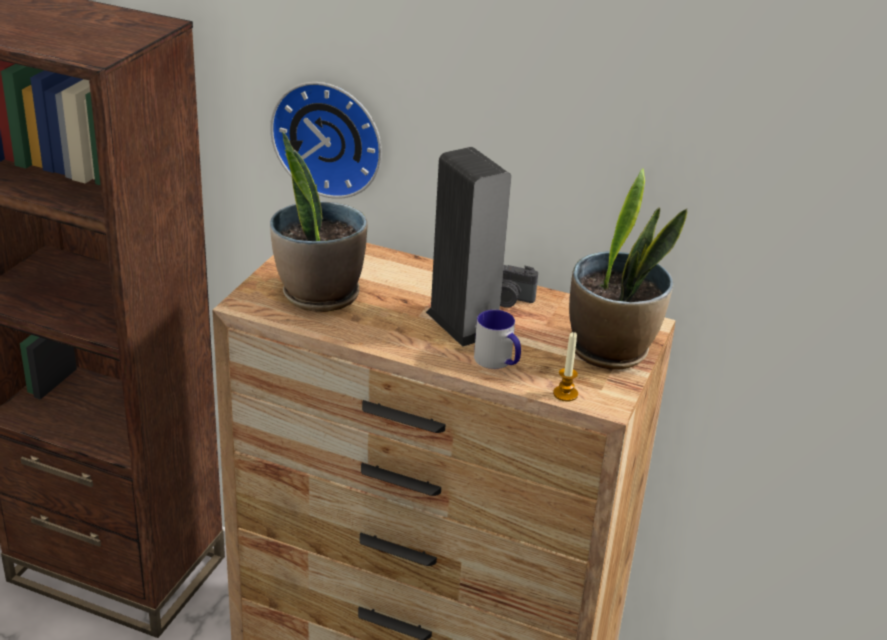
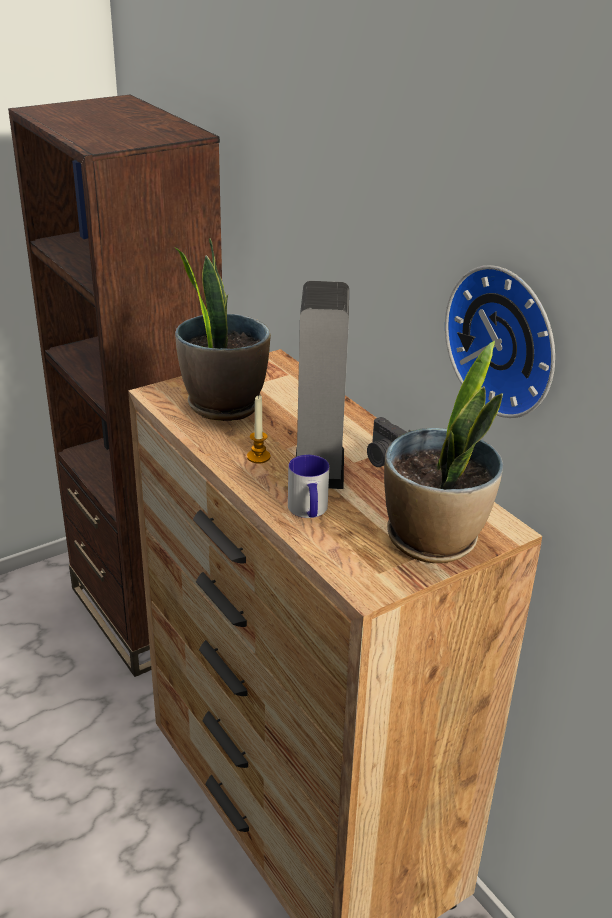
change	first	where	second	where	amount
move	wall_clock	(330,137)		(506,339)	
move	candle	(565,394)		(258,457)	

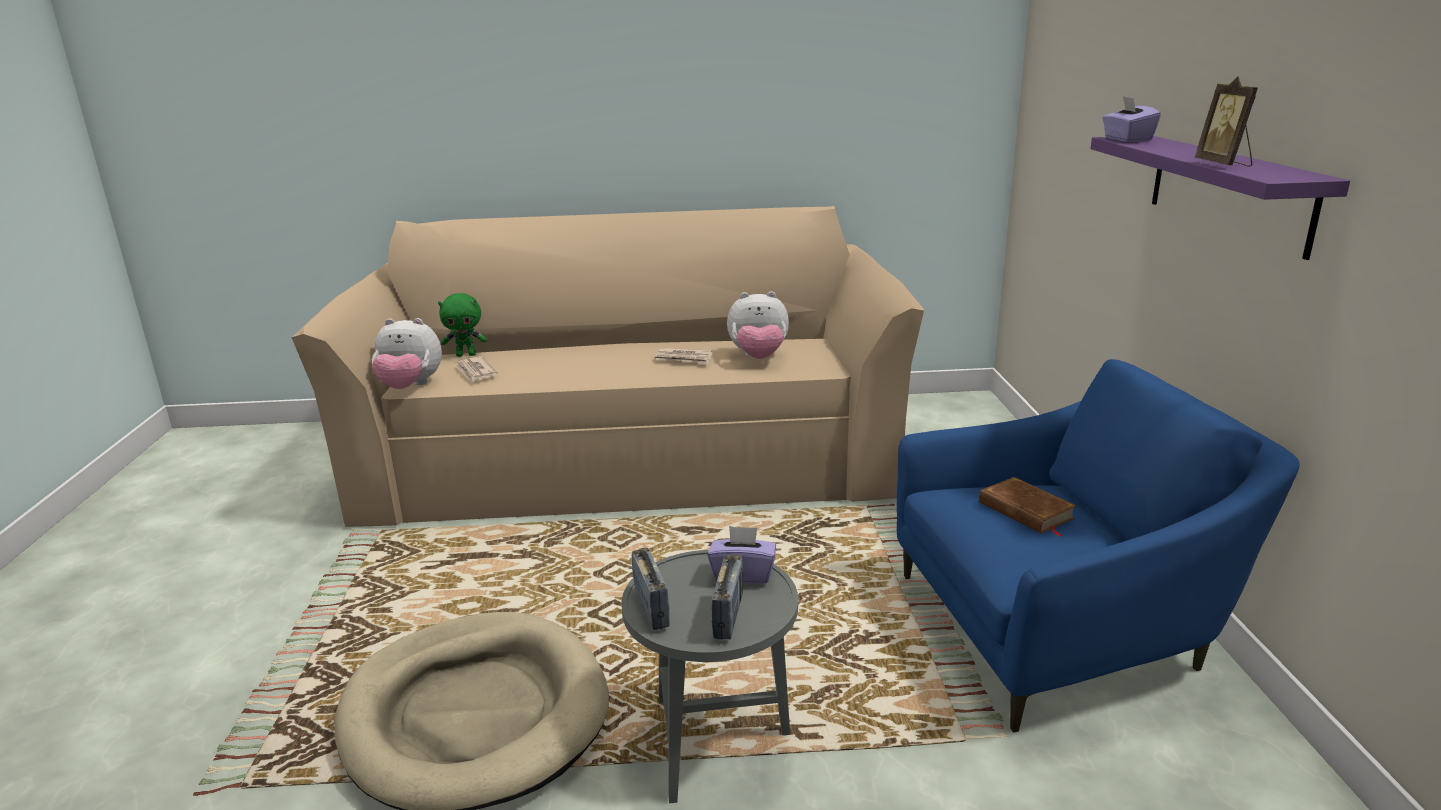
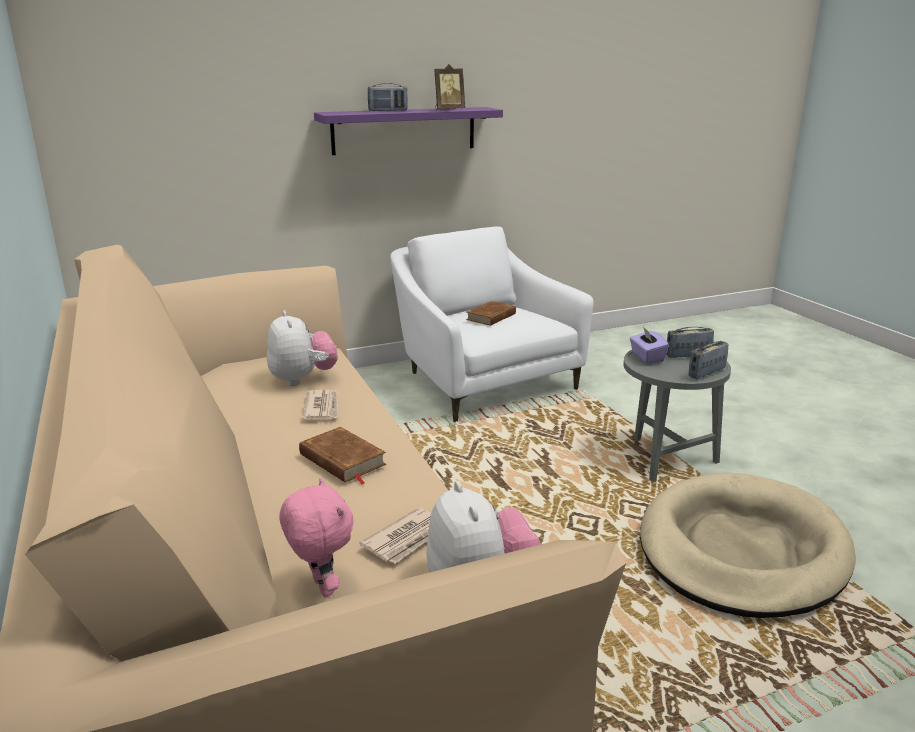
change	first	where	second	where	amount
delete	purple_tissue_box	(1127,139)			
recolor	green_plush_toy	(466,355)	pink_plush_toy	(320,587)	
recolor	blue_armchair	(1059,628)	white_armchair	(481,380)	
insert			radio	(388,110)	
insert			brown_book	(342,460)	

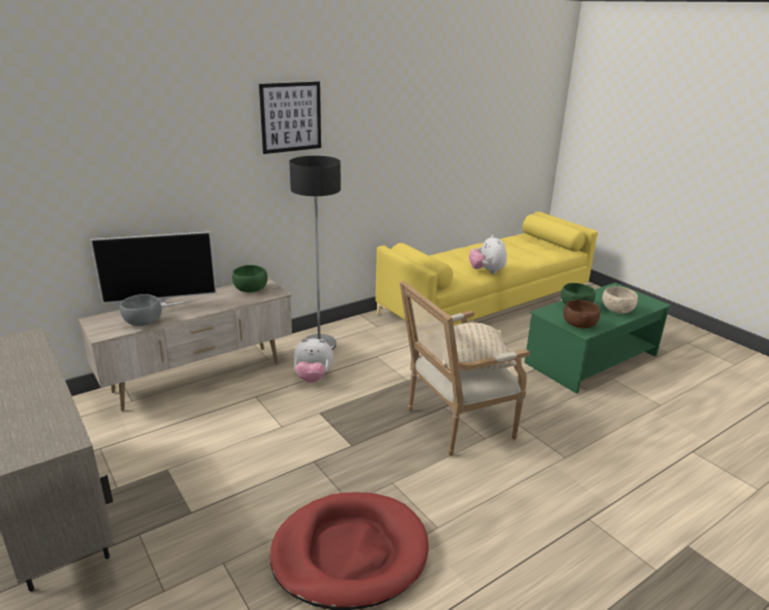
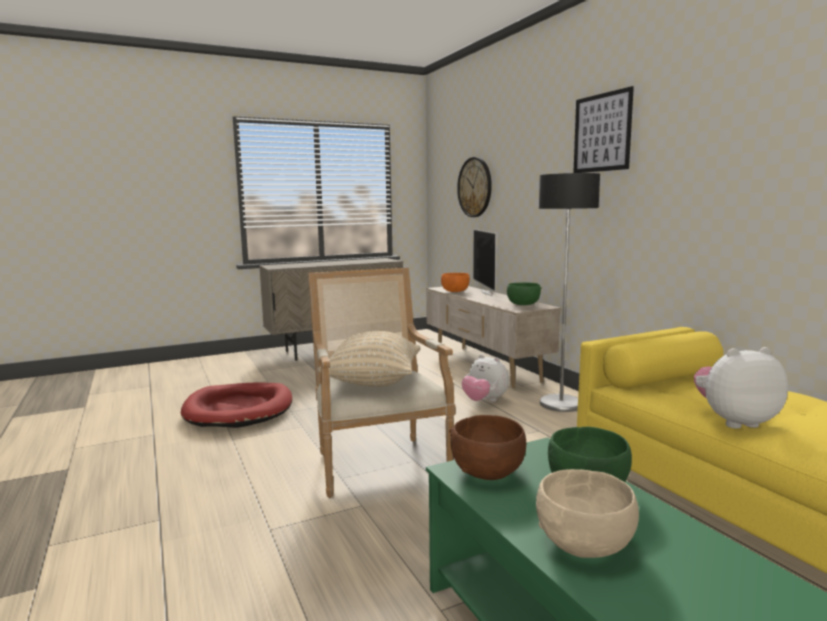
change	first	where	second	where	amount
recolor	grey_bowl	(143,322)	orange_bowl	(455,291)	
rotate	plush_toy	(313,378)		(484,401)	60 degrees counterclockwise
insert			wall_clock	(475,187)	

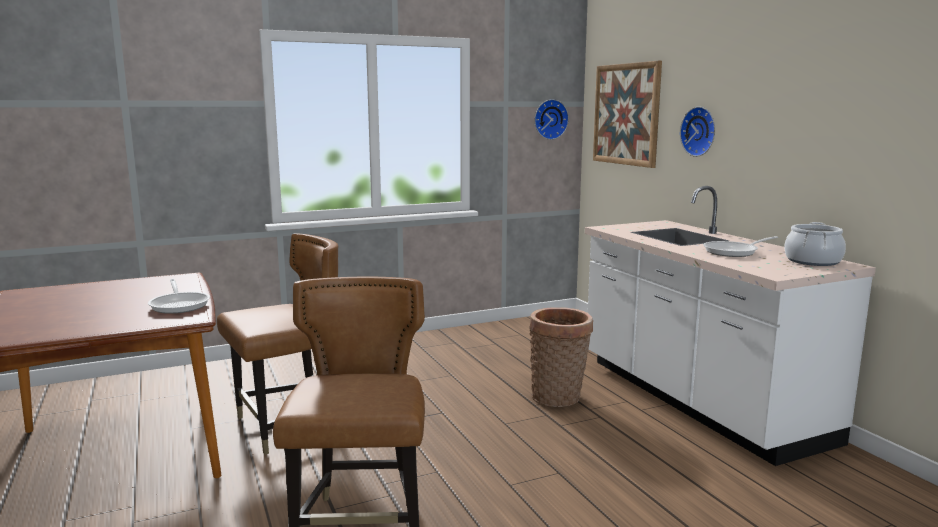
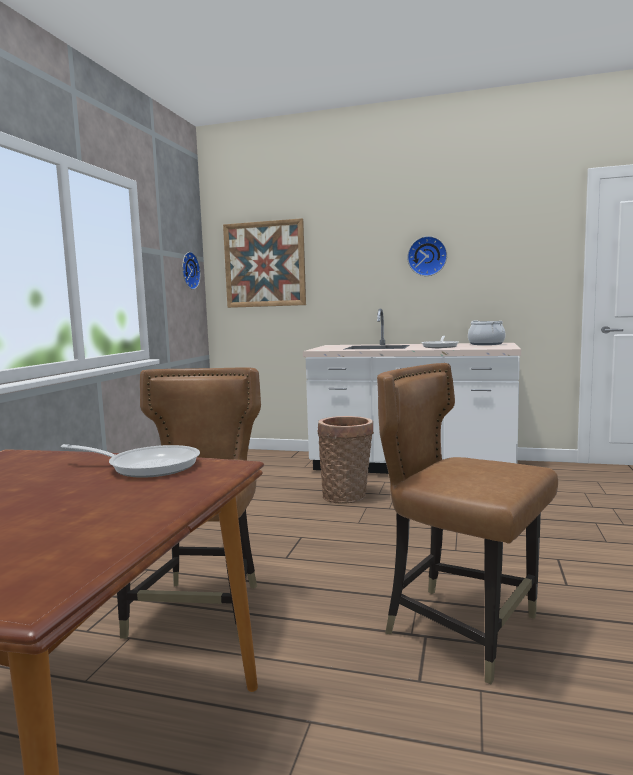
change	first	where	second	where	amount
move	wall_clock	(700,131)		(427,256)	

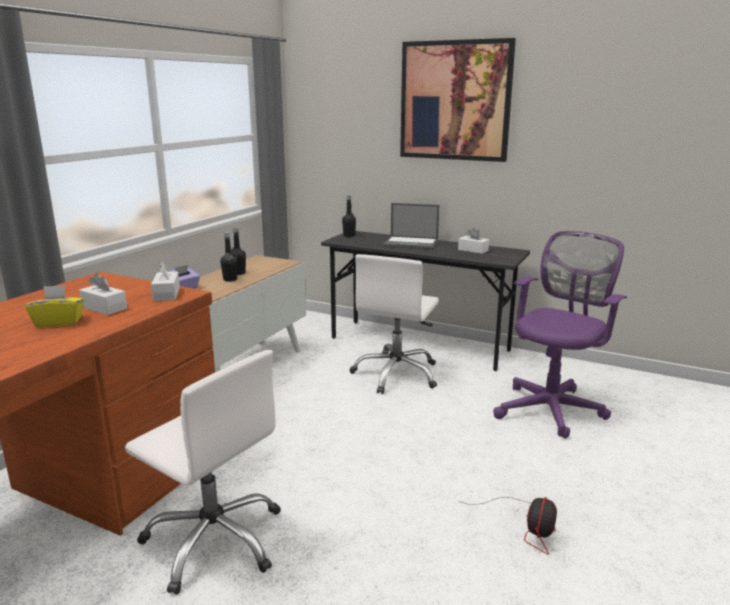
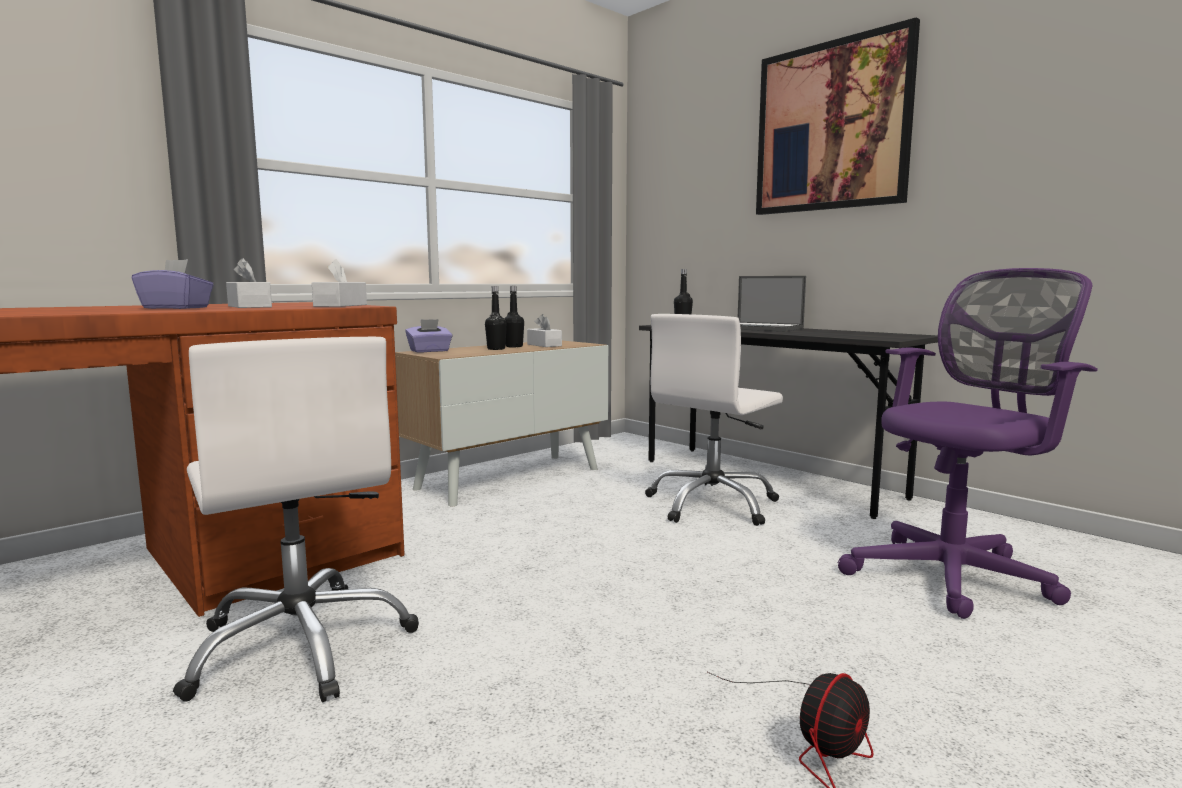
change	first	where	second	where	amount
move	white_tissue_box	(473,250)		(544,345)	
recolor	yellow_tissue_box	(59,322)	purple_tissue_box	(176,308)	

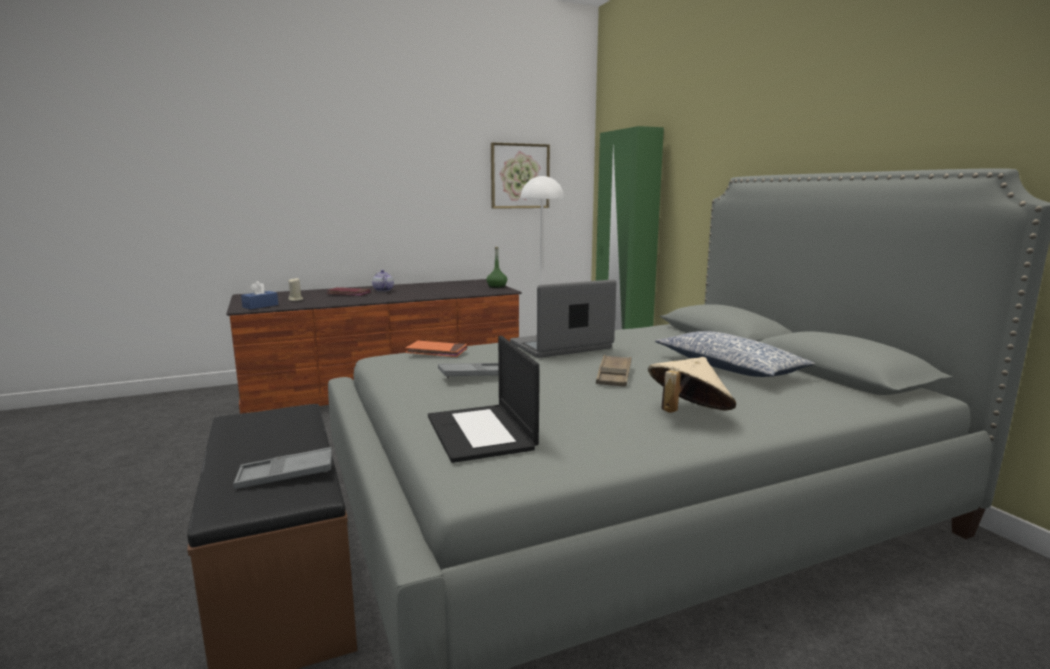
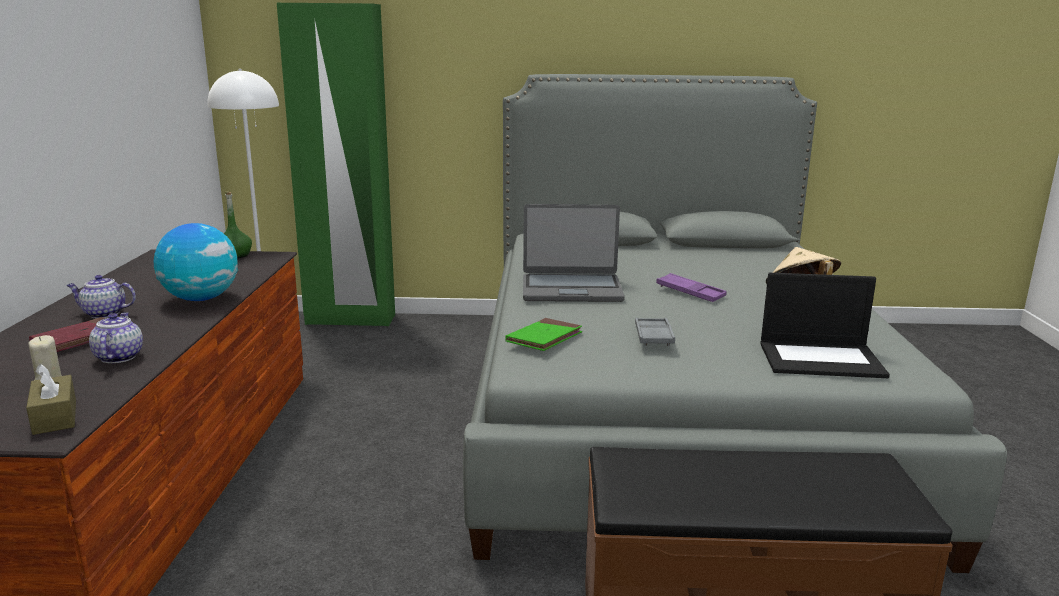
change	first	where	second	where	amount
delete	picture	(520,176)			
rotate	laptop	(561,346)		(571,289)	90 degrees counterclockwise
recolor	blue_tissue_box	(260,306)	brown_tissue_box	(55,417)	
delete	pillow	(728,367)			
recolor	orange_book	(436,352)	green_book	(544,338)	
recolor	brown_tray	(614,376)	purple_tray	(690,292)	
delete	grey_tray	(286,475)			
insert			globe	(201,299)	
insert			teapot	(118,357)	

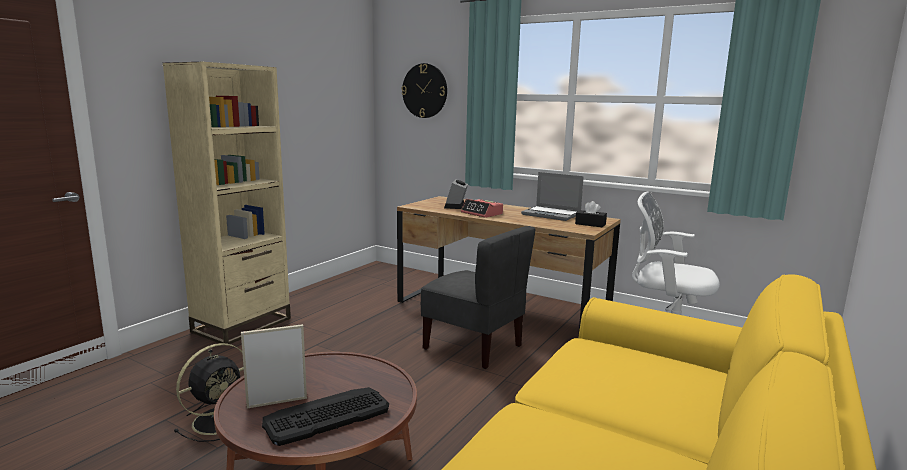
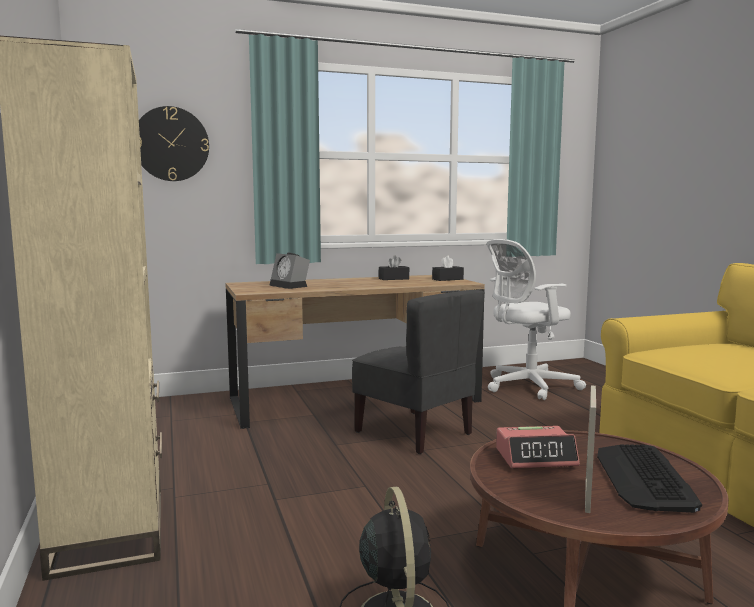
change	first	where	second	where	amount
replace	laptop	(552,214)	black_tissue_box	(393,279)	
move	alarm_clock	(482,213)		(536,457)	
rotate	grey_chair	(474,347)		(415,433)	60 degrees clockwise

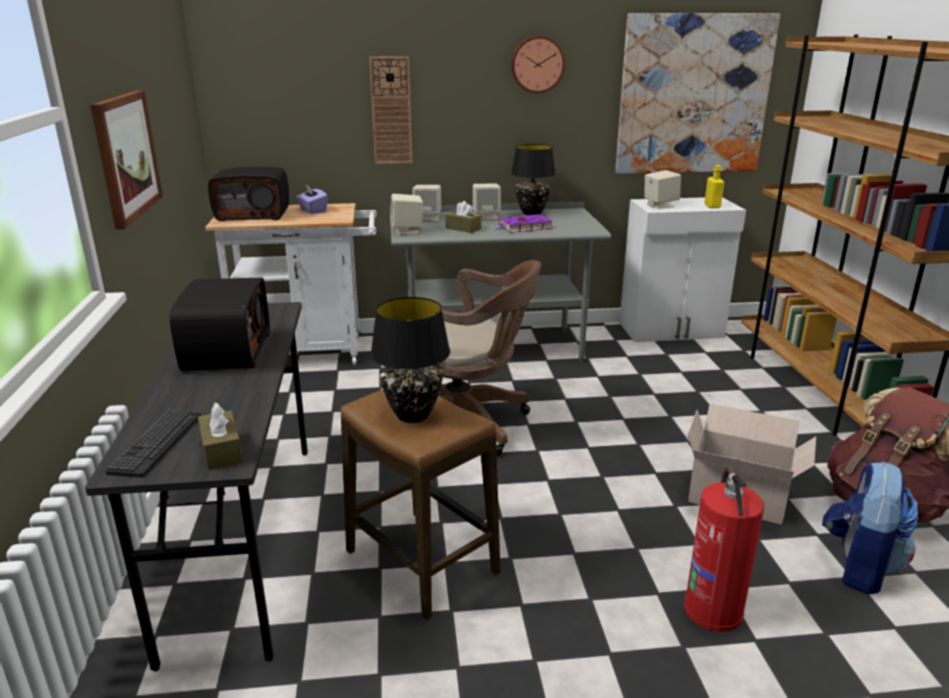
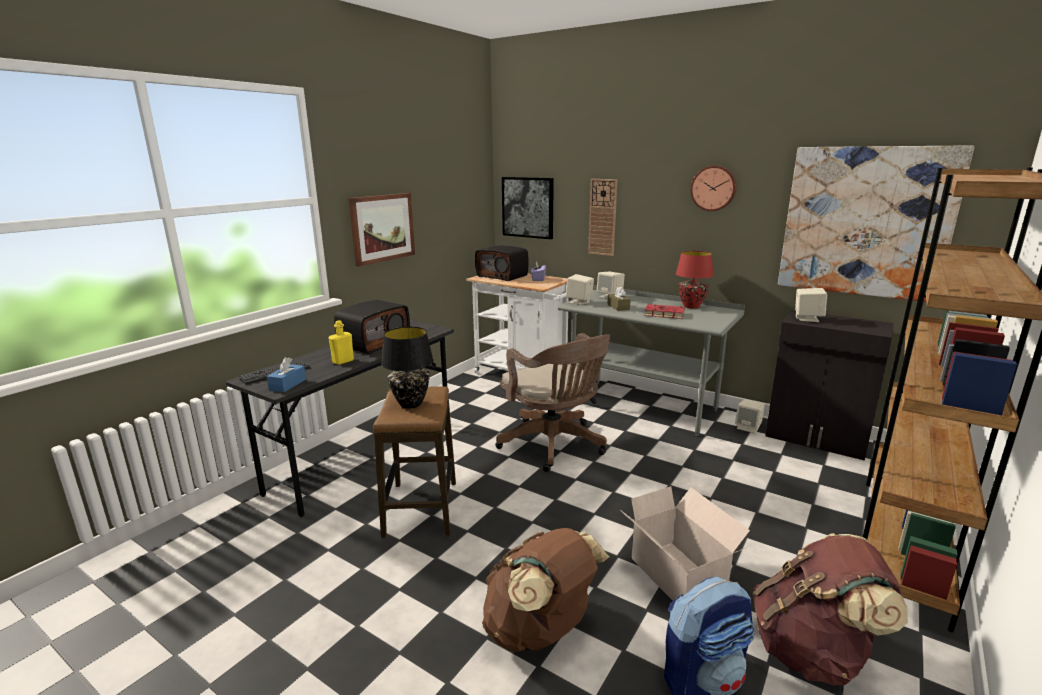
change	first	where	second	where	amount
recolor	black_table_lamp	(532,213)	red_table_lamp	(691,306)	
move	yellow_bottle	(712,206)		(343,361)	
move	beige_speaker	(486,217)		(748,428)	
recolor	white_cabinet	(672,330)	black_cabinet	(816,439)	
recolor	purple_book	(523,227)	red_book	(662,314)	
recolor	brown_tissue_box	(221,450)	blue_tissue_box	(287,384)	
replace	fire_extinguisher	(713,609)	brown_backpack	(540,630)	
insert			picture	(528,207)	

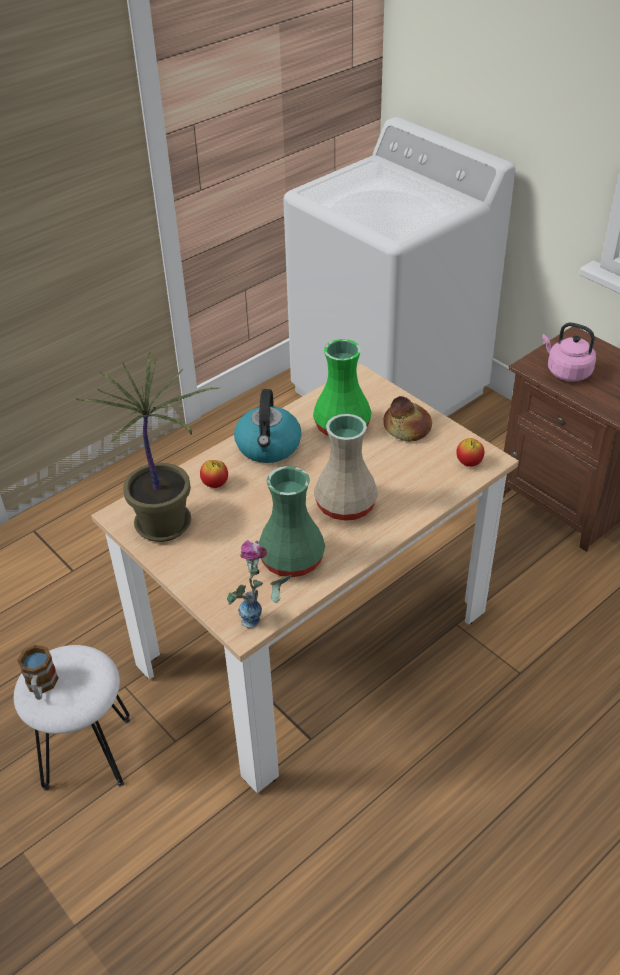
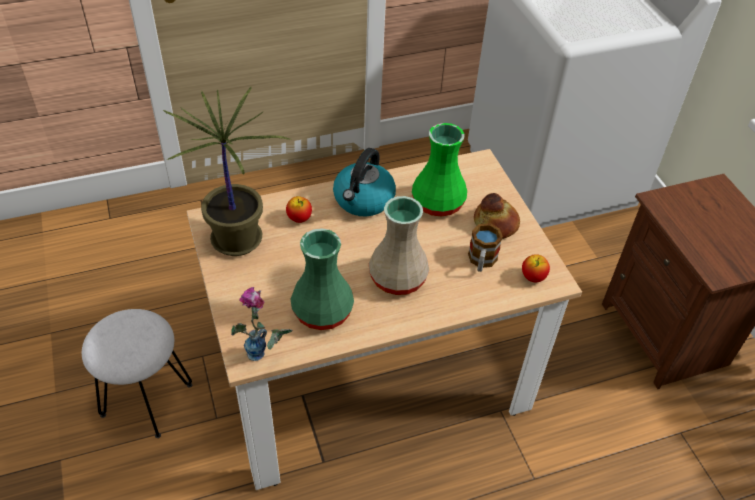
change	first	where	second	where	amount
delete	pink_kettle	(566,372)			
move	mug	(41,686)		(481,261)	

